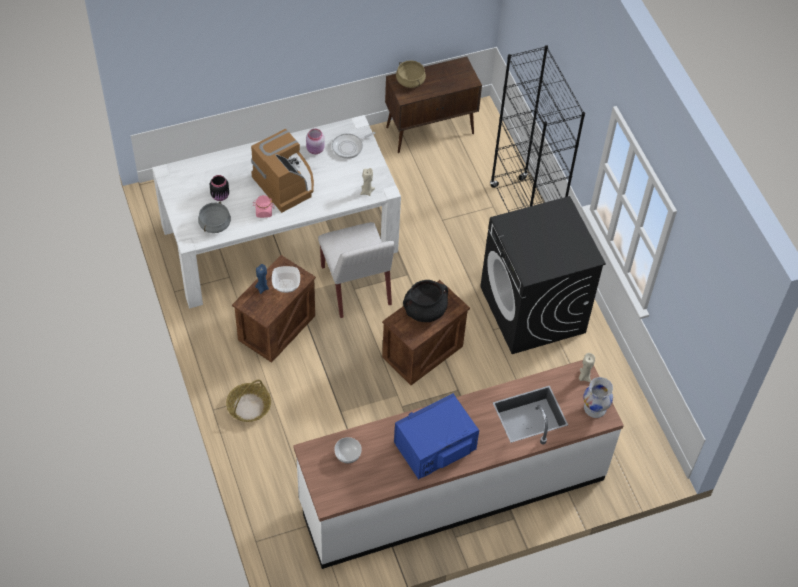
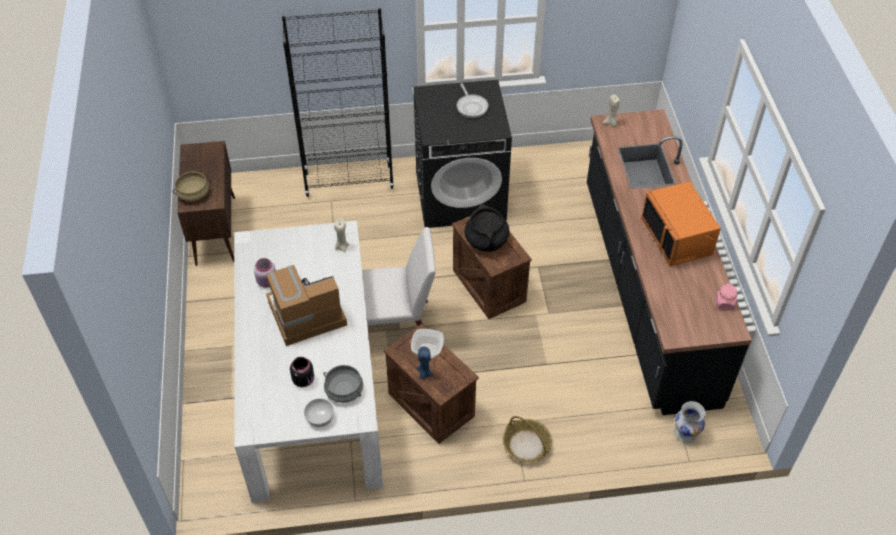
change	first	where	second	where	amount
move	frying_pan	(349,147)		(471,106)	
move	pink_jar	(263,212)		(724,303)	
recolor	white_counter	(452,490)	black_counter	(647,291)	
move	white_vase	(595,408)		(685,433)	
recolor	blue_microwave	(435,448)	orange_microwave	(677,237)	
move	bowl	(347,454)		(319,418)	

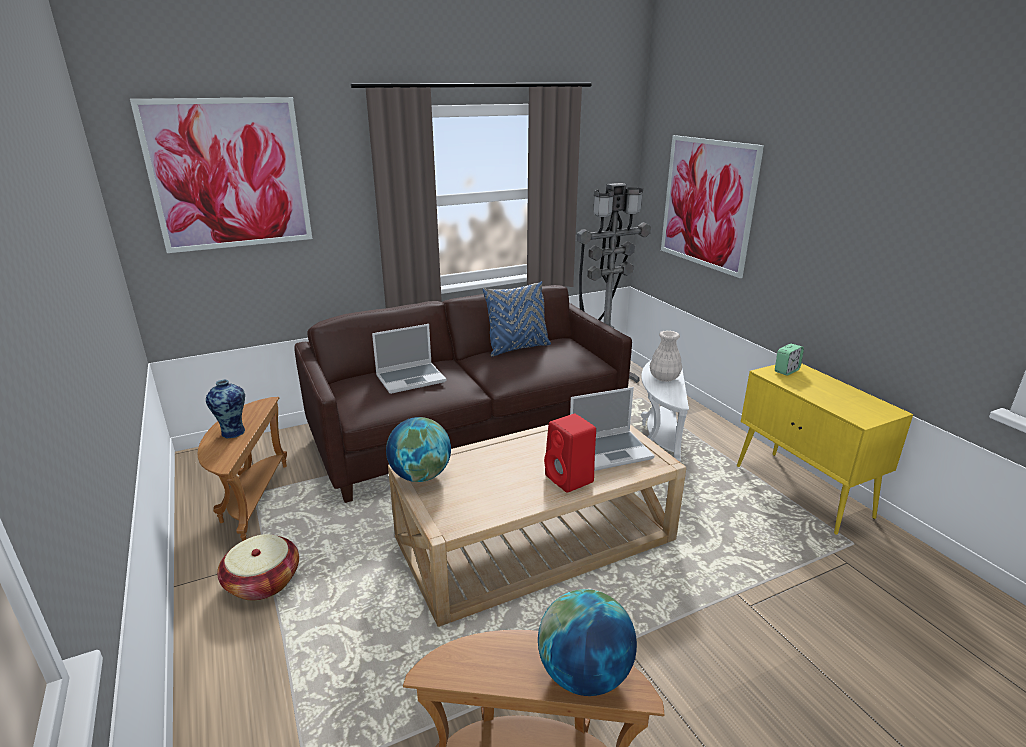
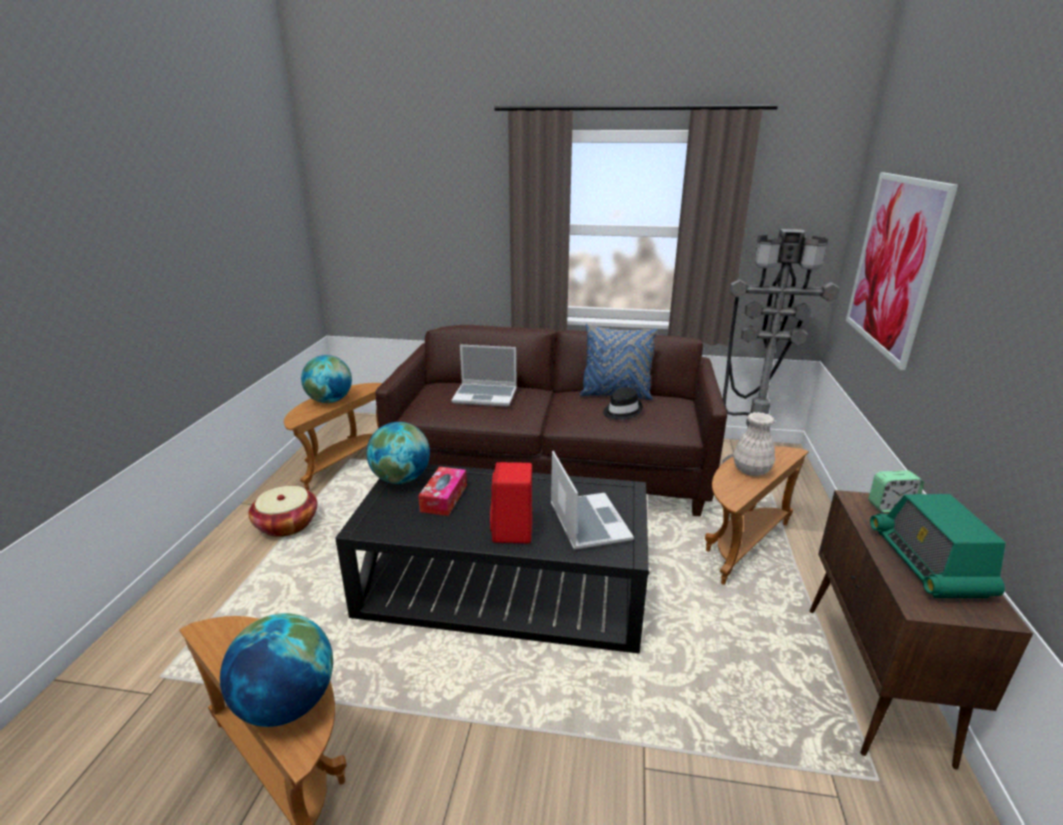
change	first	where	second	where	amount
delete	picture	(229,175)			
recolor	white_side_table	(659,440)	brown_side_table	(741,545)	
recolor	yellow_cabinet	(803,491)	brown_cabinet	(874,681)	
replace	vase	(233,432)	globe	(330,401)	
rotate	laptop	(610,451)		(587,522)	120 degrees counterclockwise
recolor	beige_coffee_table	(534,538)	black_coffee_table	(504,584)	
insert			black_hat	(621,411)	
insert			tissue_box	(444,498)	
insert			radio	(928,563)	

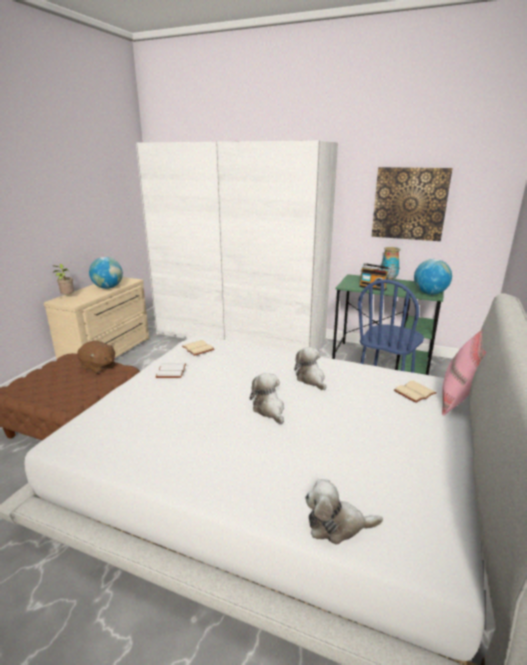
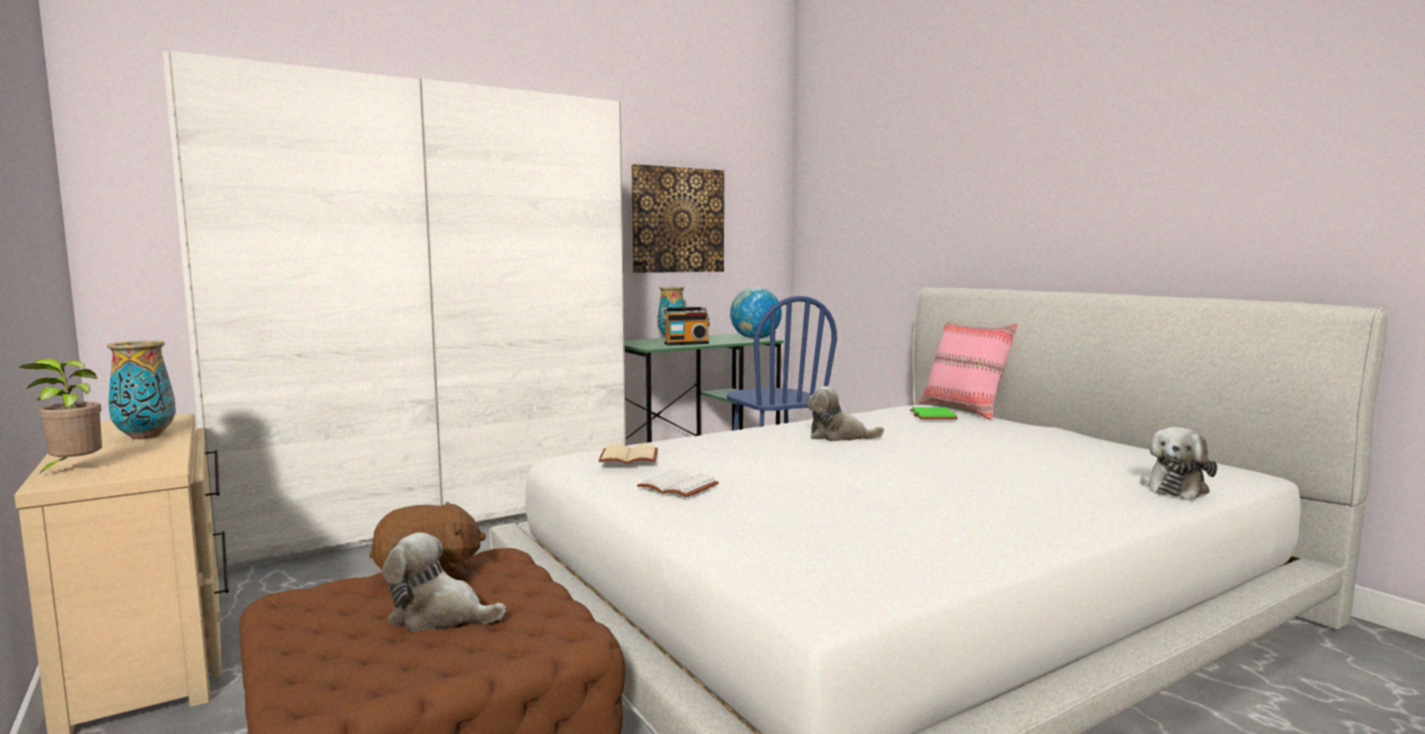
change	first	where	second	where	amount
replace	globe	(108,288)	vase	(146,436)	
move	plush_toy	(269,409)		(439,616)	
recolor	beige_book	(415,393)	green_book	(934,416)	

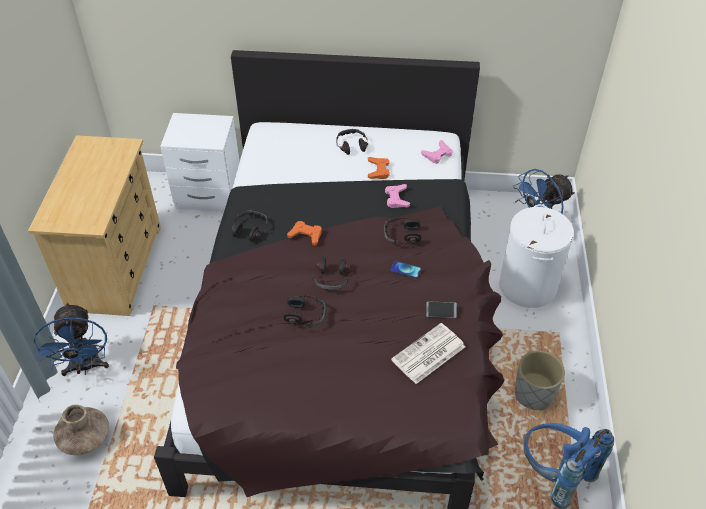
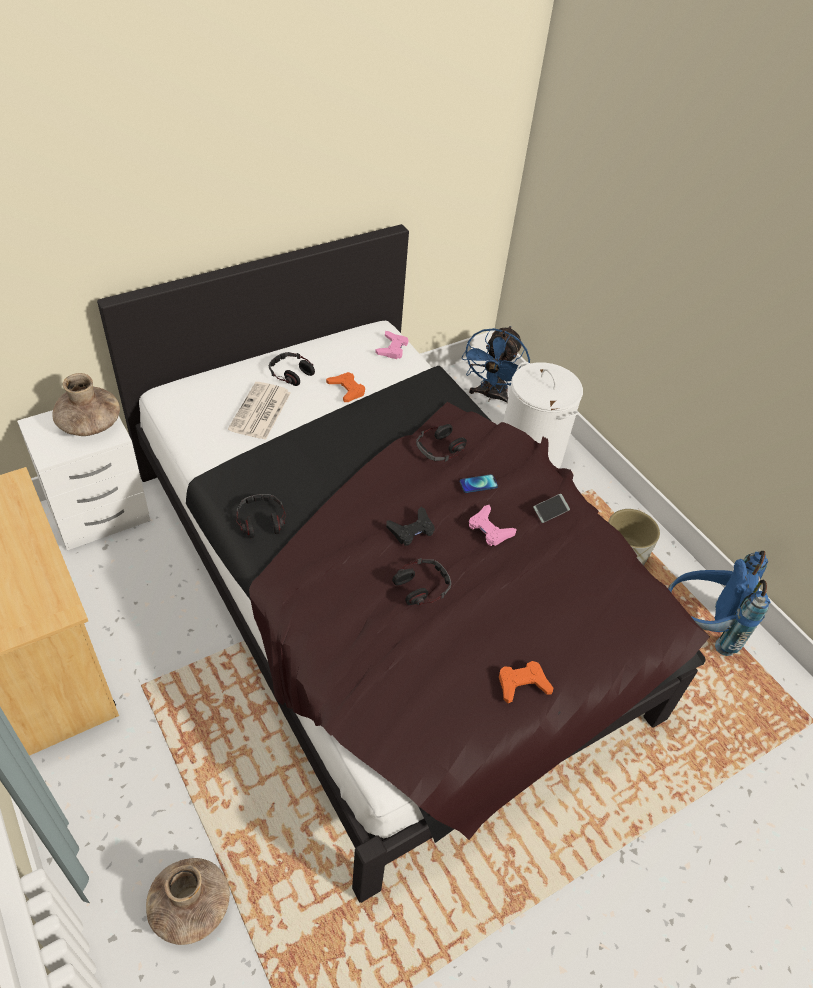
change	first	where	second	where	amount
move	pink_game_controller	(397,198)		(489,529)	
move	orange_game_controller	(306,235)		(522,684)	
replace	headphones	(332,277)	black_game_controller	(411,530)	
delete	blue_fan	(85,367)			
move	newspaper	(428,354)		(260,412)	
insert			brown_vase	(90,424)	

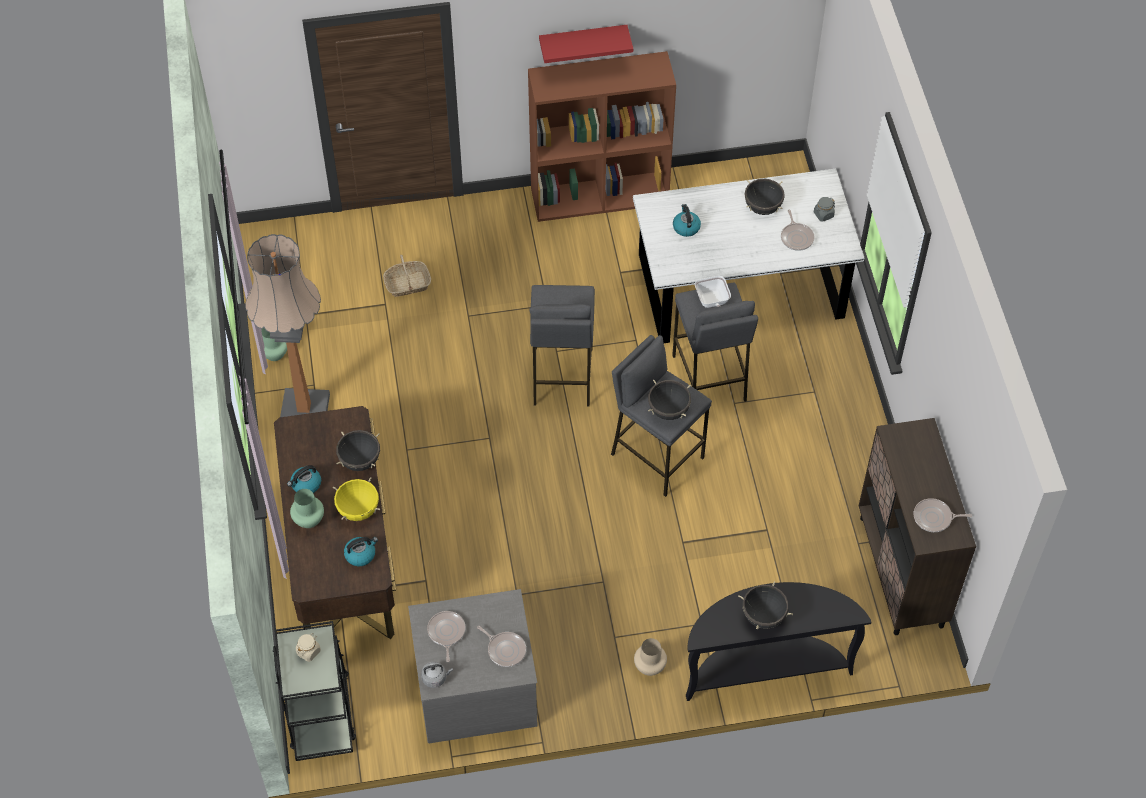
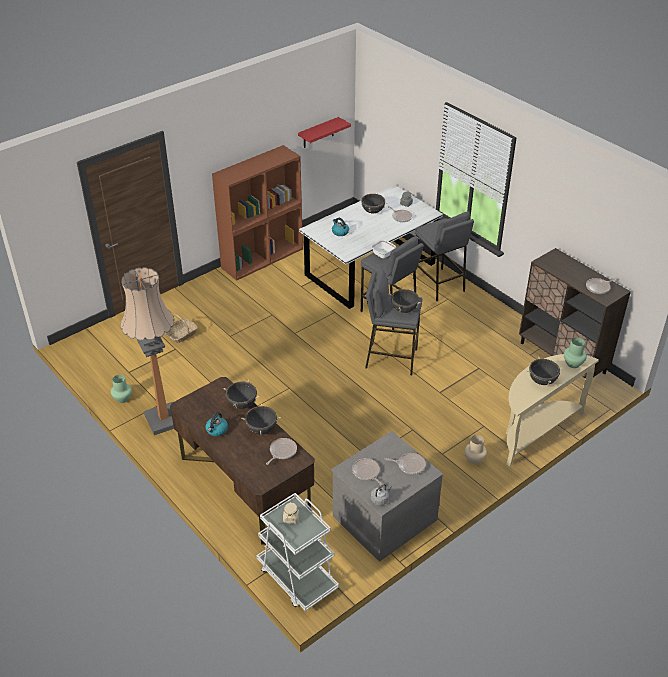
change	first	where	second	where	amount
move	red_shelf	(583,41)		(318,133)	
move	grey_stool	(562,376)		(438,285)	
recolor	yellow_cooking_pot	(358,510)	black_cooking_pot	(262,429)	
move	green_vase	(309,519)		(573,363)	
replace	kettle	(360,554)	frying_pan	(282,451)	
recolor	black_console_table	(765,667)	beige_console_table	(535,431)	
recolor	black_cart	(320,712)	white_cart	(297,577)	

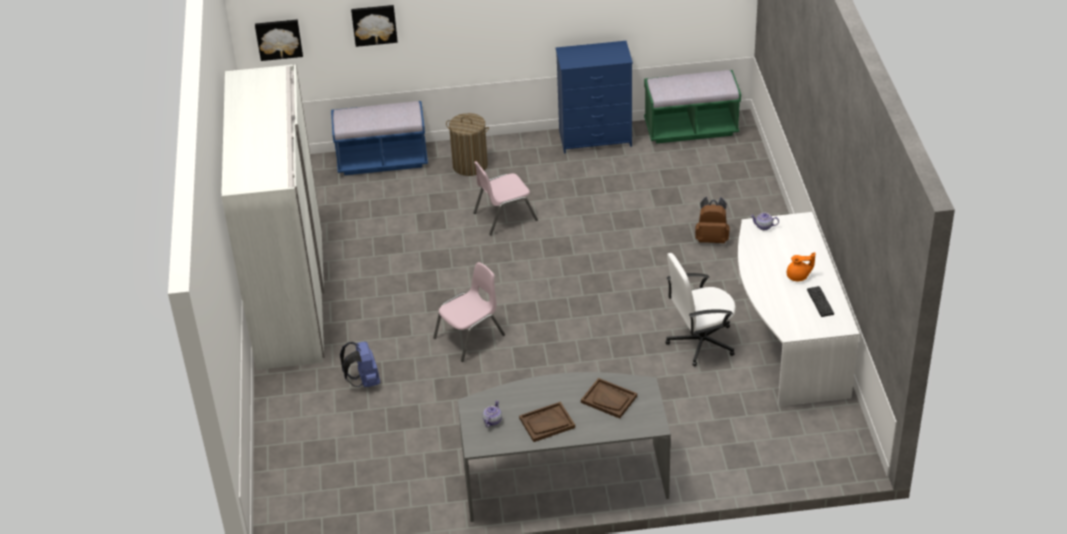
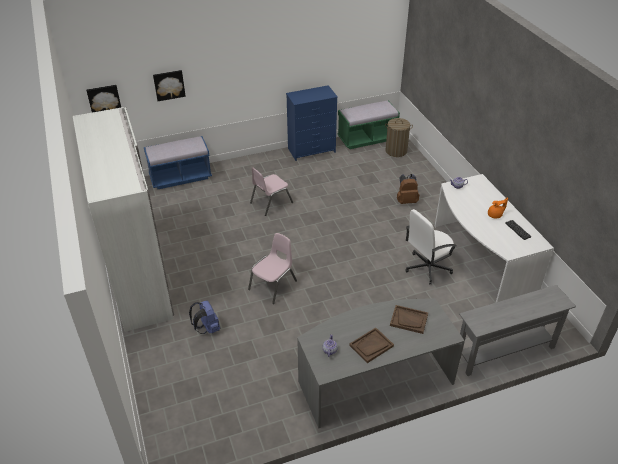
change	first	where	second	where	amount
move	laundry_basket	(470,165)		(396,151)	
insert			grey_console_table	(505,352)	

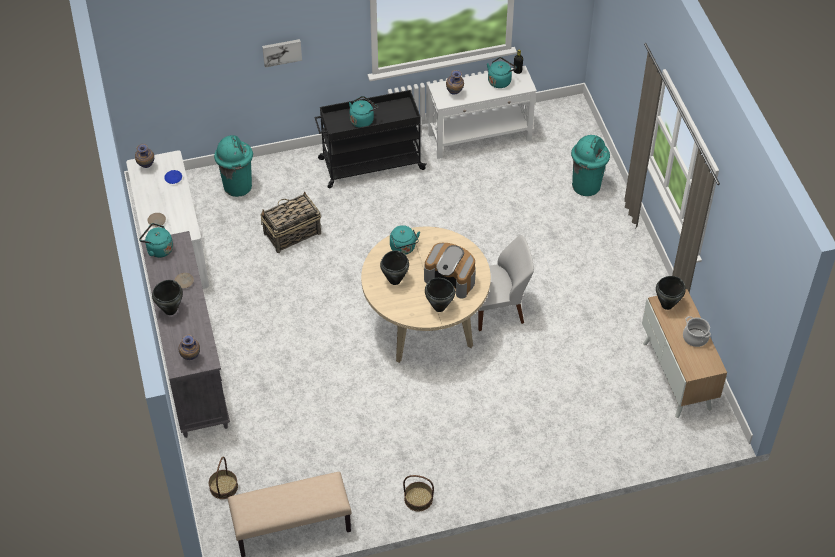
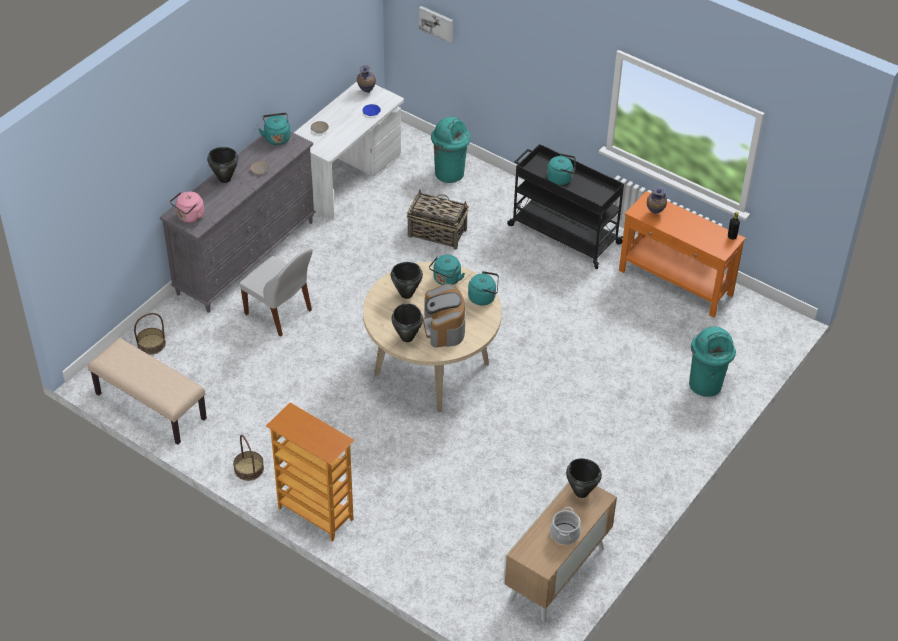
change	first	where	second	where	amount
move	picture	(282,52)		(437,23)	
move	turquoise_kettle	(500,81)		(484,297)	
recolor	white_console_table	(480,137)	orange_console_table	(675,283)	
move	white_chair	(497,310)		(279,313)	
replace	vase	(191,358)	pink_kettle	(189,217)	
insert			bookcase	(315,514)	

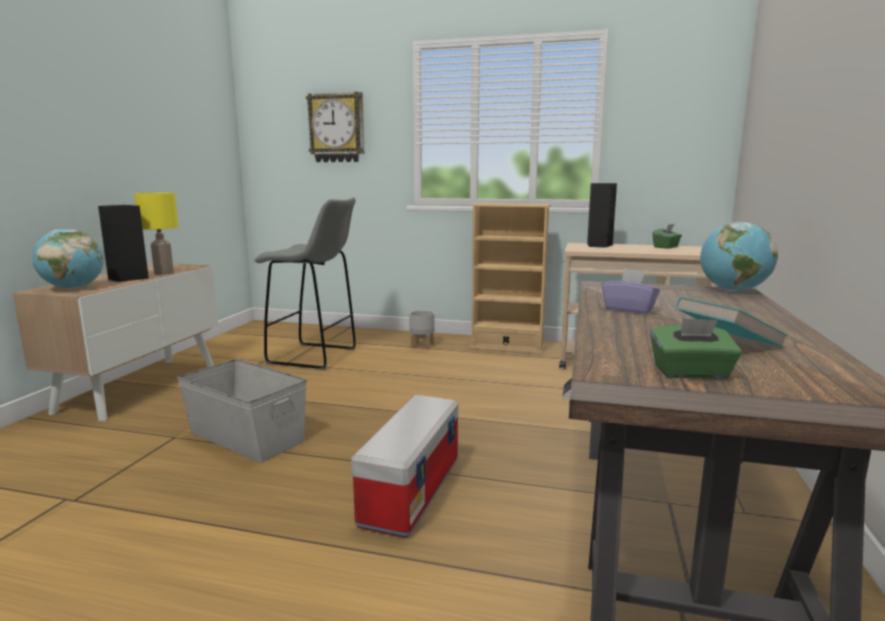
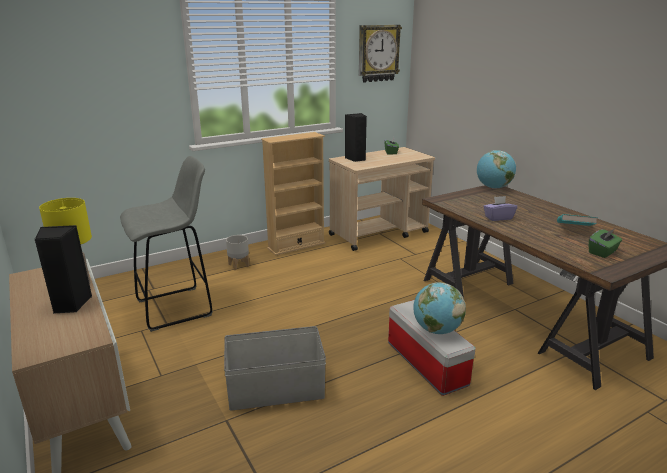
change	first	where	second	where	amount
move	wall_clock	(337,128)		(378,53)	
move	globe	(73,288)		(436,330)	

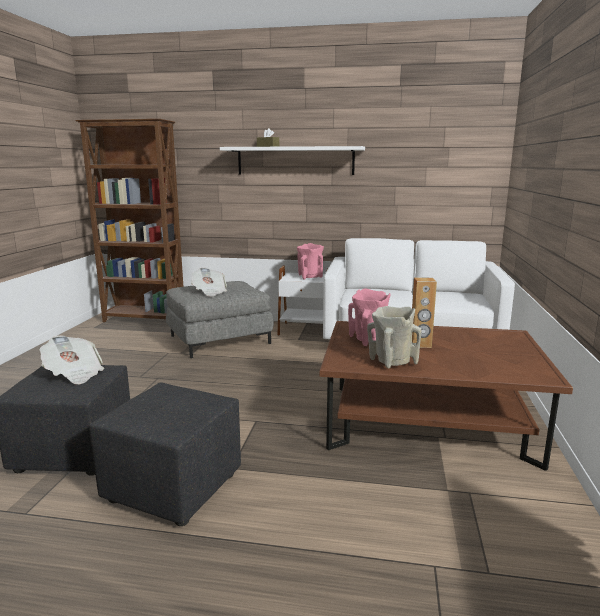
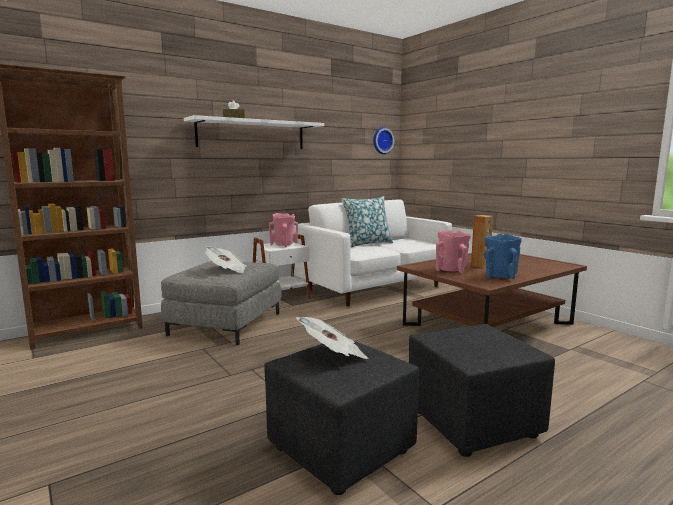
change	first	where	second	where	amount
recolor	beige_vase	(391,362)	blue_vase	(500,276)	
insert			wall_clock	(382,140)	
insert			pillow	(367,243)	

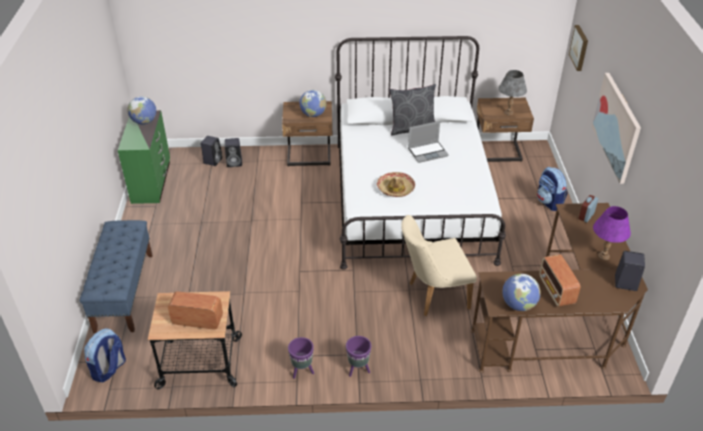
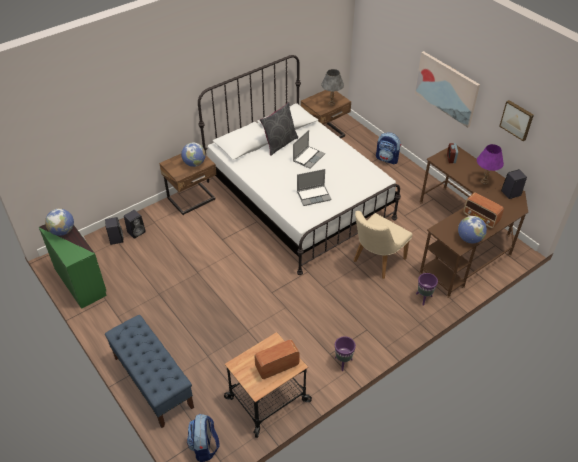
change	first	where	second	where	amount
move	picture	(580,47)		(517,120)	
replace	hat	(395,189)	laptop	(314,195)	
move	purple_planter	(358,369)		(423,298)	

